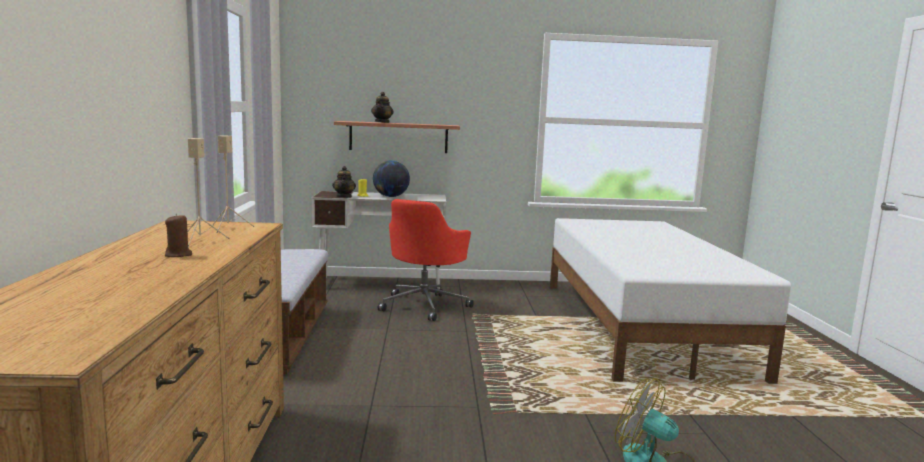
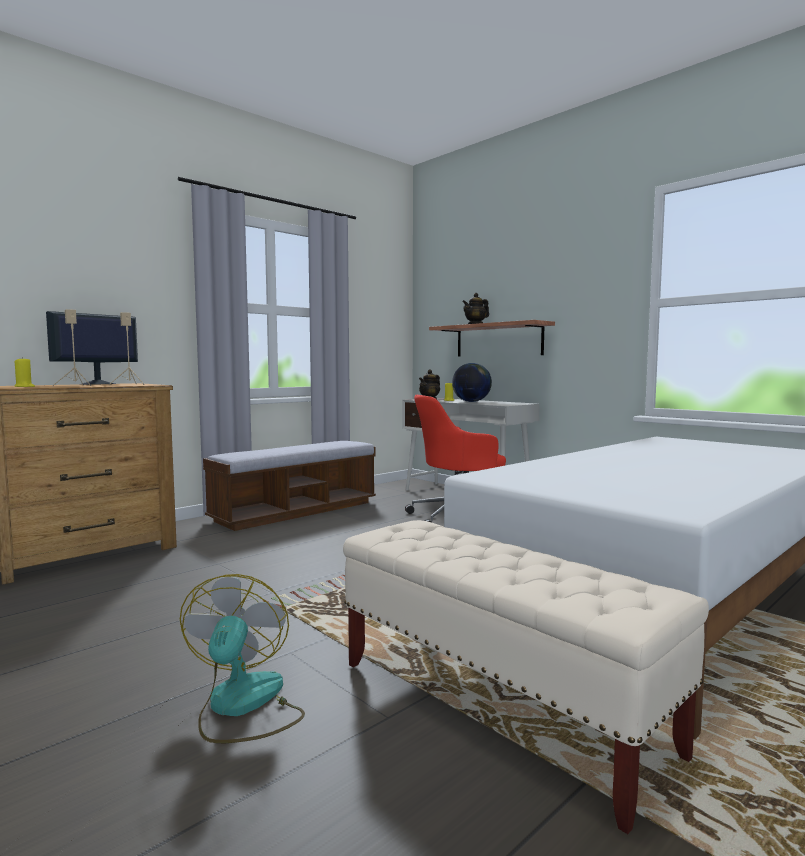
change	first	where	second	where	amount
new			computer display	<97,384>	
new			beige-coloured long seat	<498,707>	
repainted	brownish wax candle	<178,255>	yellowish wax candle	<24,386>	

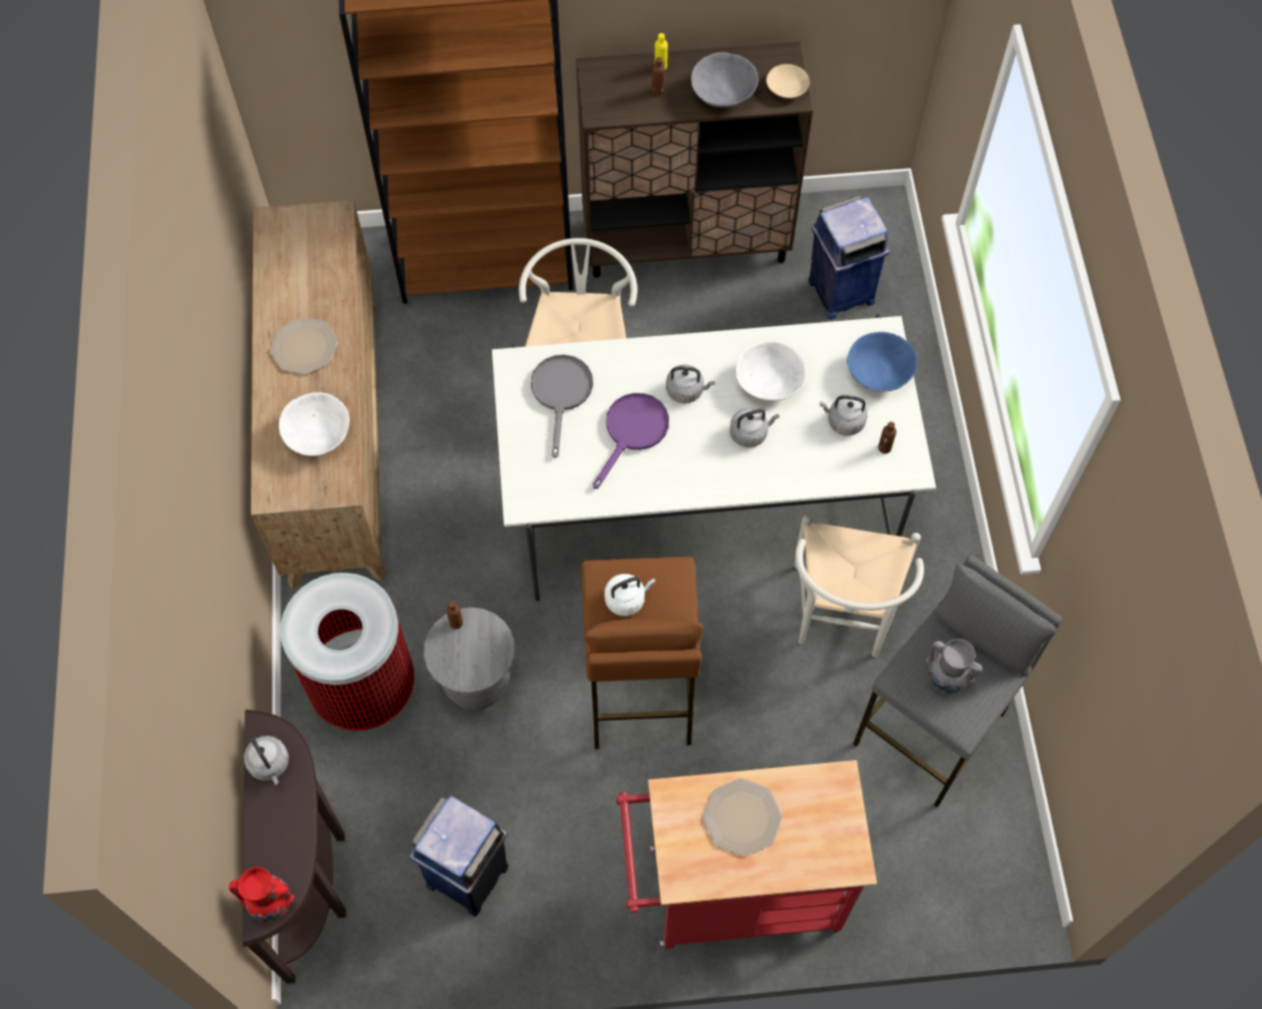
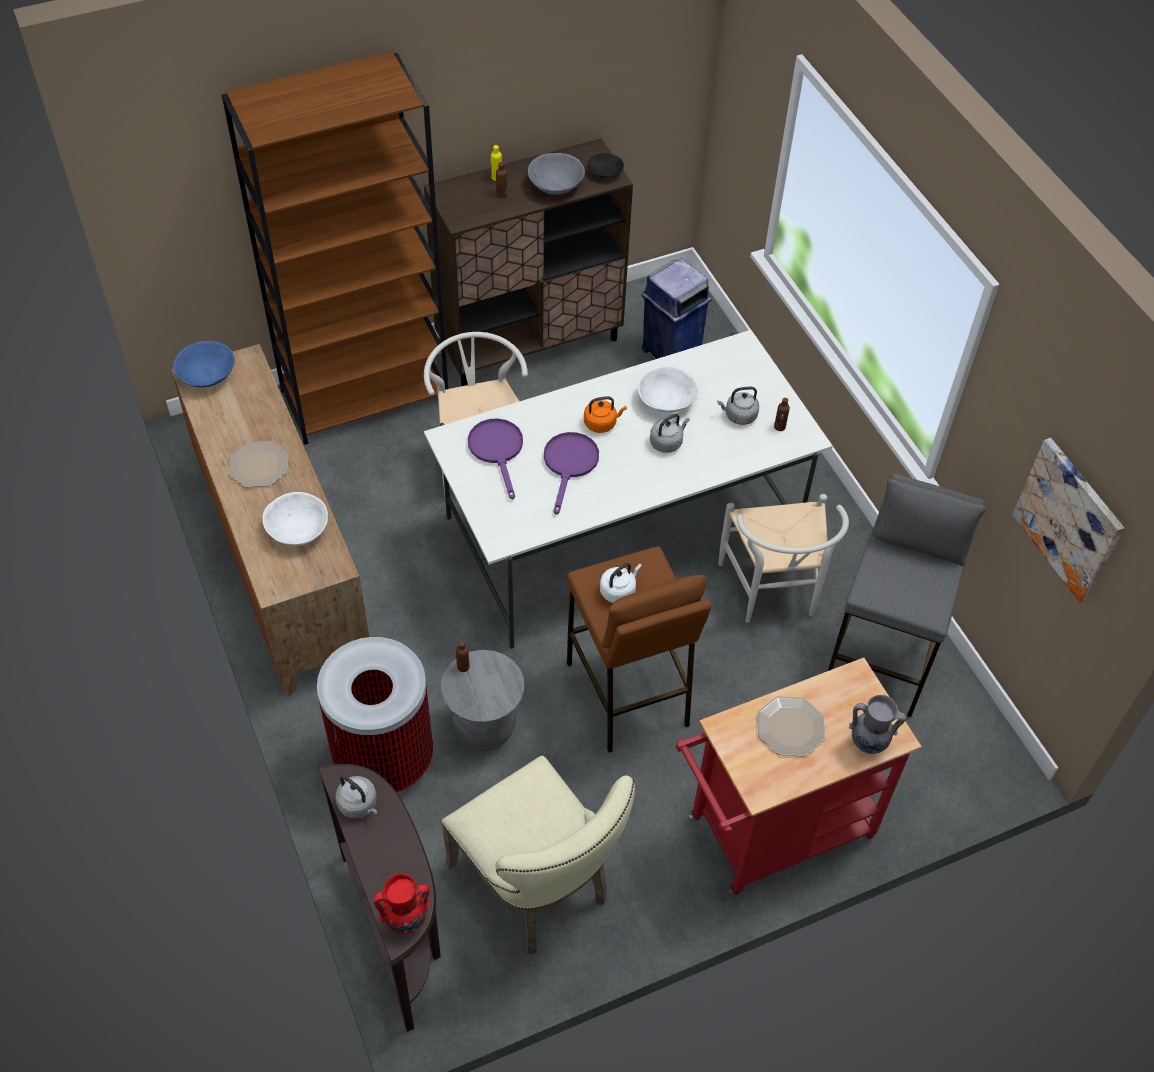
change	first	where	second	where	amount
new			wall picture	<1069,519>	
shifted	blue-coloured deep dish	<879,372>		<207,376>	
shifted	gray decorative vase	<945,681>		<868,744>	
swapped	blue-coloured waste bin	<468,874>	beige-coloured plain chair	<538,887>	
repainted	gray skillet	<561,394>	purple-coloured skillet	<498,450>	
repainted	gray water kettle	<687,391>	orange water kettle	<602,423>	
repainted	beige-coloured deep dish	<787,88>	black deep dish	<605,172>	

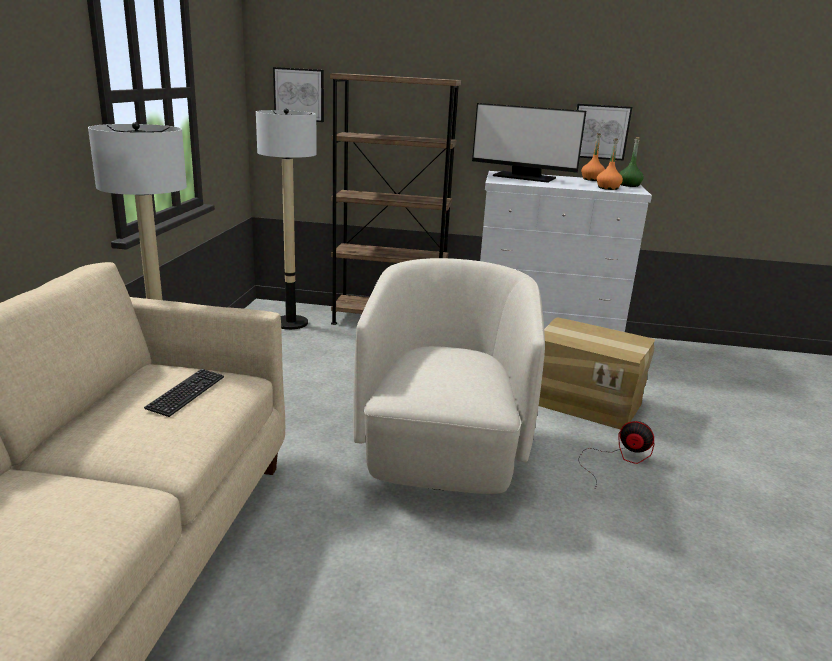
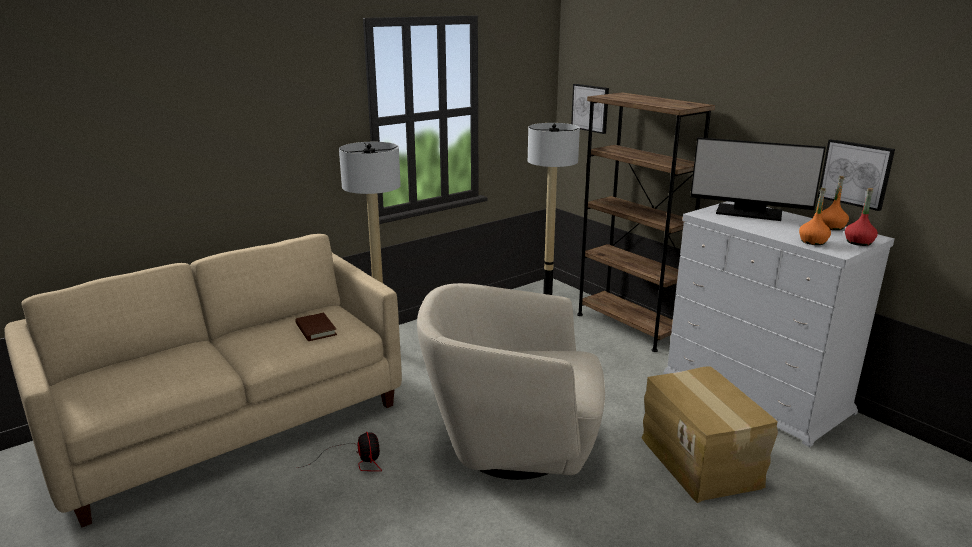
change	first	where	second	where	amount
shifted	electric fan	<618,459>		<356,460>	
swapped	computer keyboard	<186,394>	brownish book	<316,329>	
repainted	greenish beverage bottle	<629,185>	red-coloured beverage bottle	<858,242>	
rotated	beige-coloured lounge chair	<444,451>		<511,443>	135 degrees counterclockwise
rotated	computer display	<524,177>		<749,213>	45 degrees counterclockwise

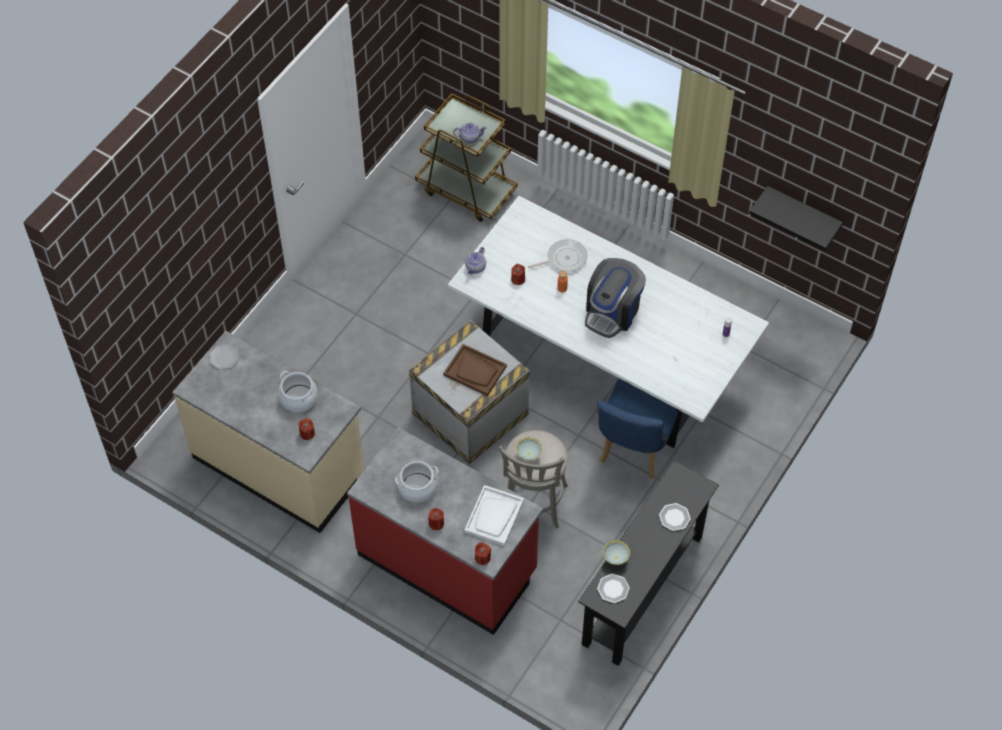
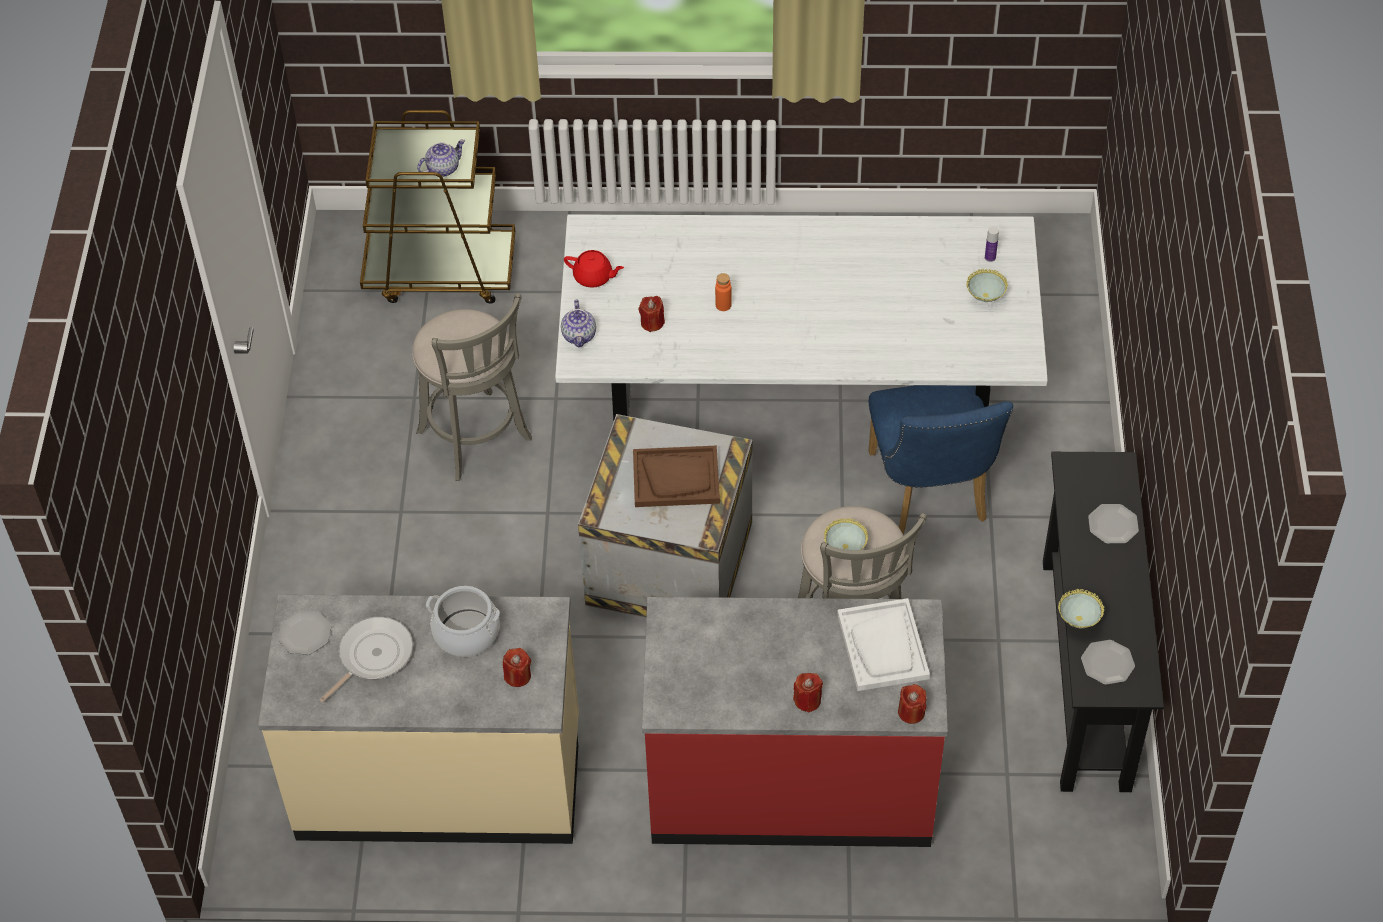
change	first	where	second	where	amount
gone	stockpot	<417,487>			
gone	coffee maker	<612,311>			
gone	black bracket shelf	<802,214>			
new			gray stool seat	<477,439>	
new			red-coloured pot for tea	<593,277>	
new			deep dish	<985,298>	
shifted	skillet	<564,258>		<372,656>	

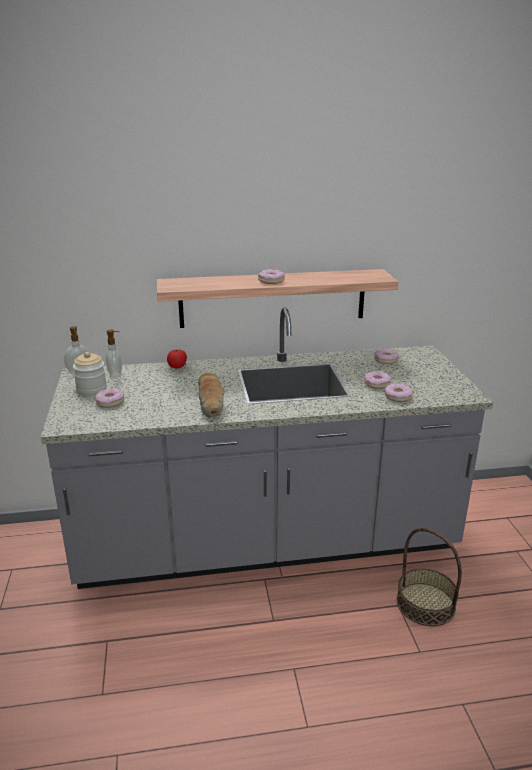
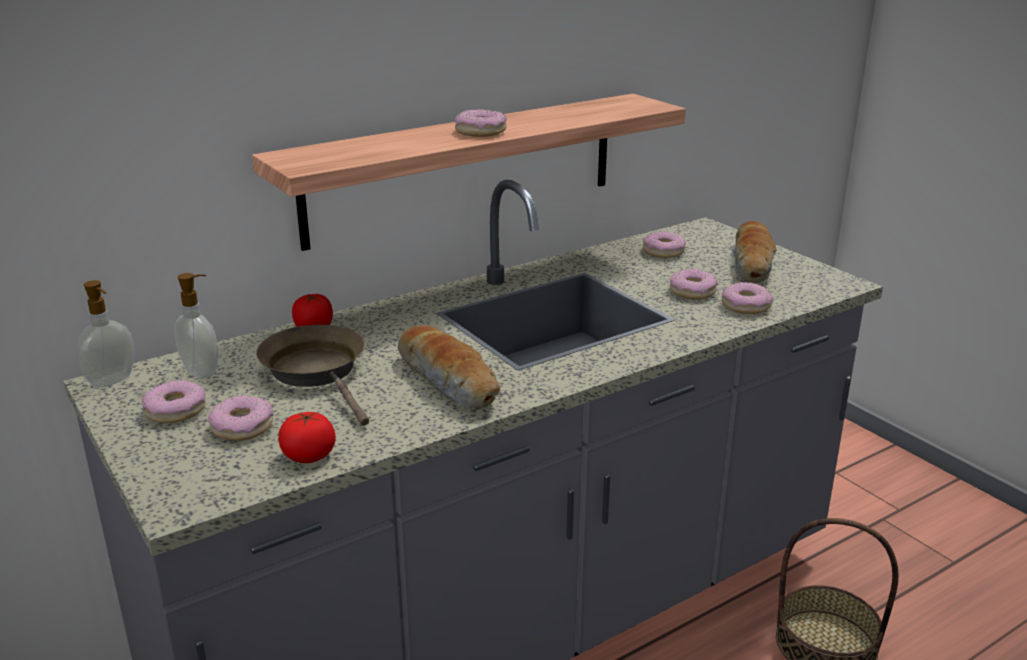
change	first	where	second	where	amount
new			brownish skillet	<318,372>	
new			fresh tomato	<309,456>	
new			baked bread	<753,265>	
swapped	storage jar	<91,389>	donut	<175,410>	

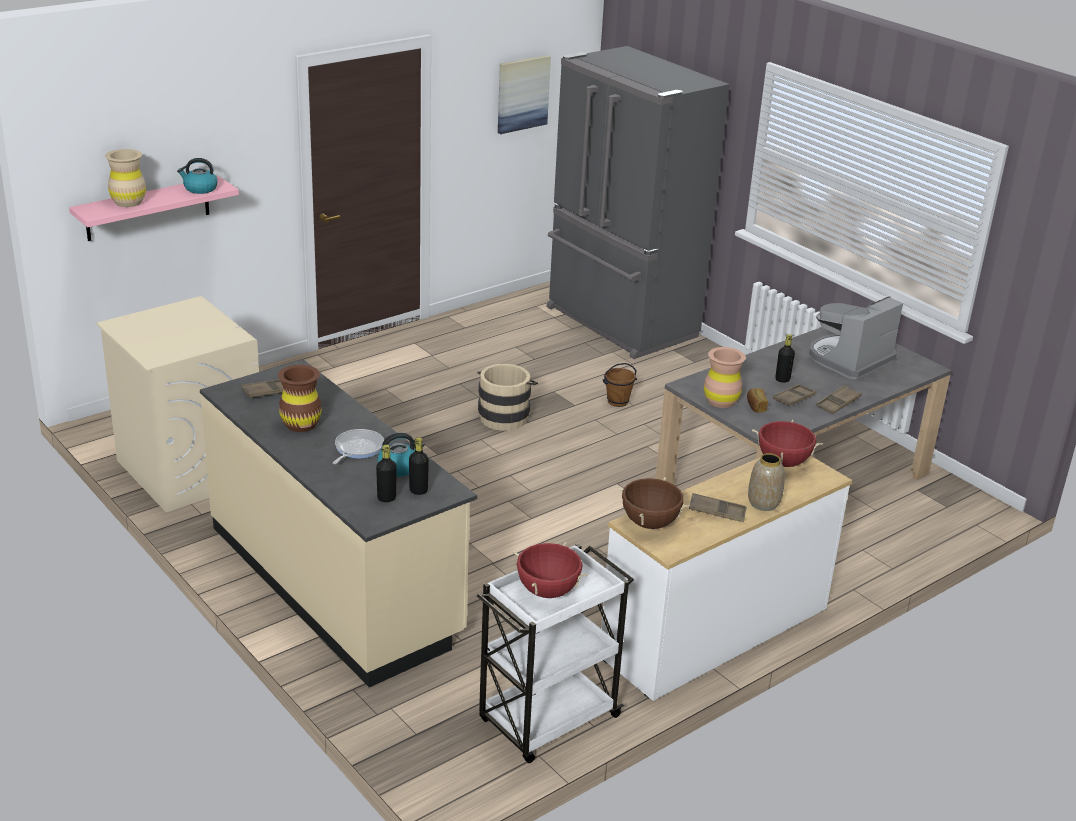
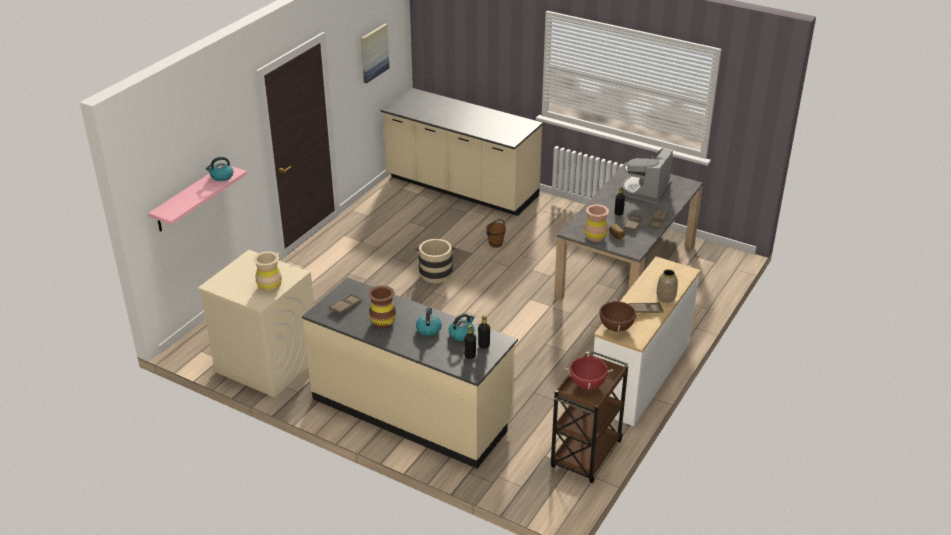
change	first	where	second	where	amount
gone	red-coloured stockpot	<783,462>			
shifted	beige-coloured decorative vase	<128,202>		<269,287>	
swapped	skillet	<357,449>	water kettle	<428,329>	
swapped	gray fridge	<619,323>	beige-coloured kitchen counter	<461,188>	
repainted	white-coloured cart	<547,720>	brownish cart	<585,455>	

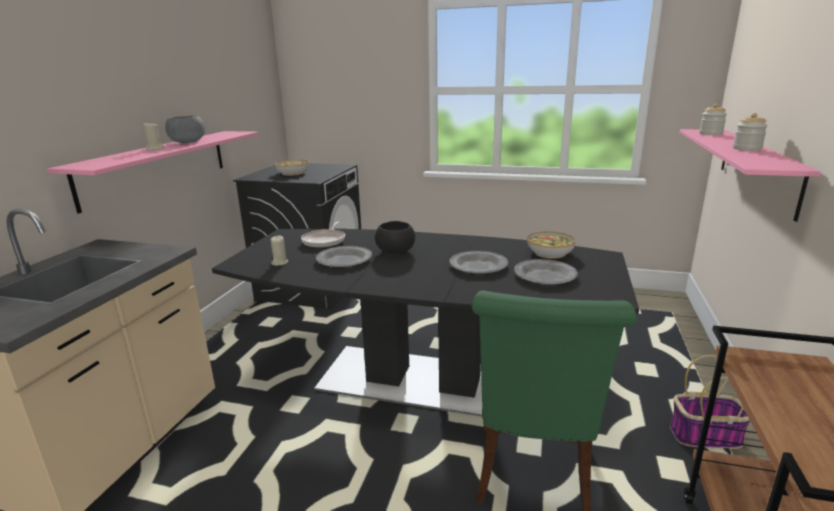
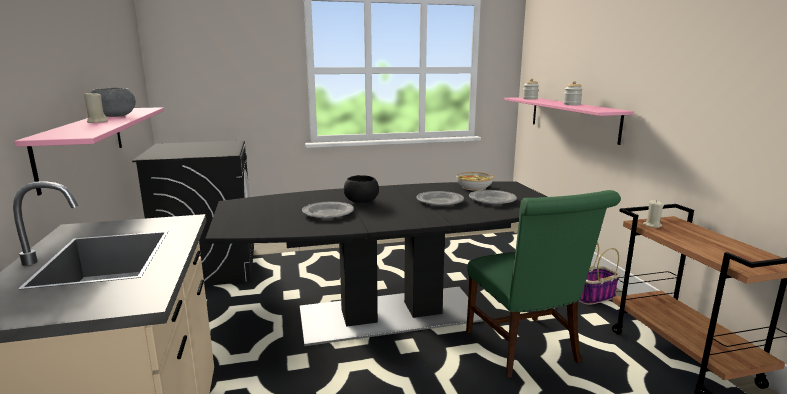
change	first	where	second	where	amount
gone	deep dish	<293,173>			
gone	skillet	<325,241>			
shifted	beige-coloured wax candle	<279,262>		<652,225>	

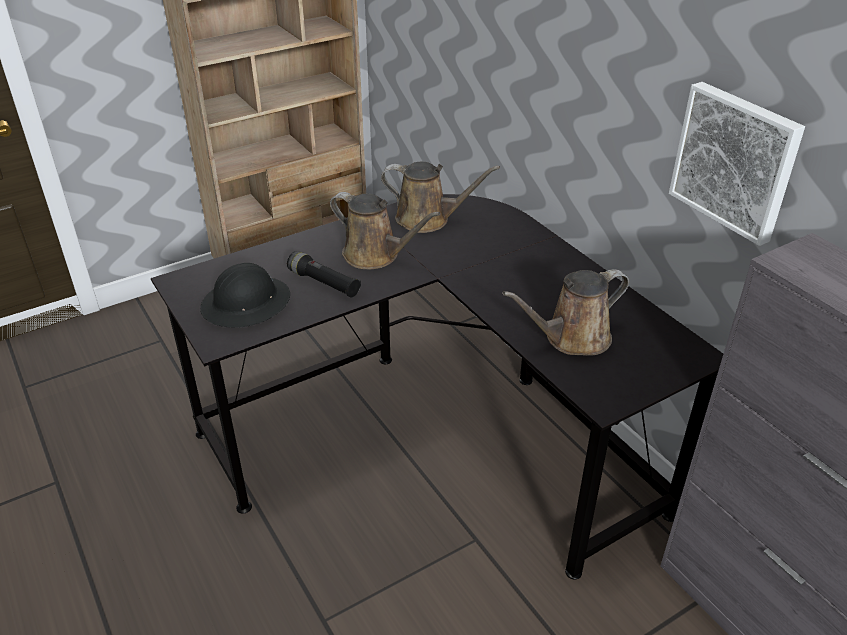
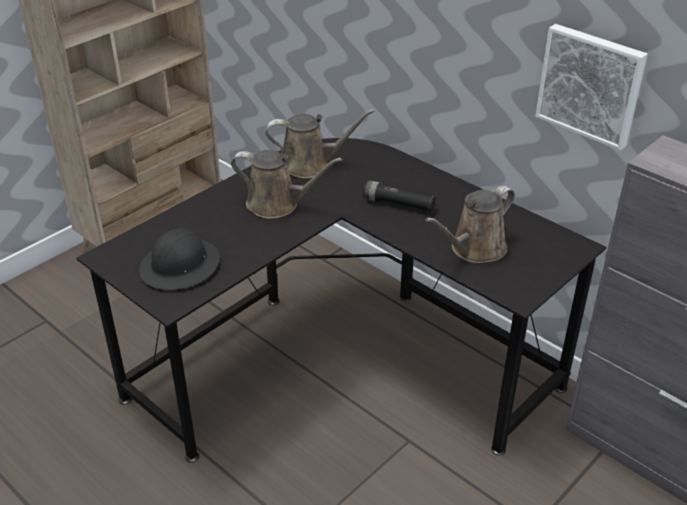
change	first	where	second	where	amount
shifted	black hand torch	<324,283>		<398,205>	

